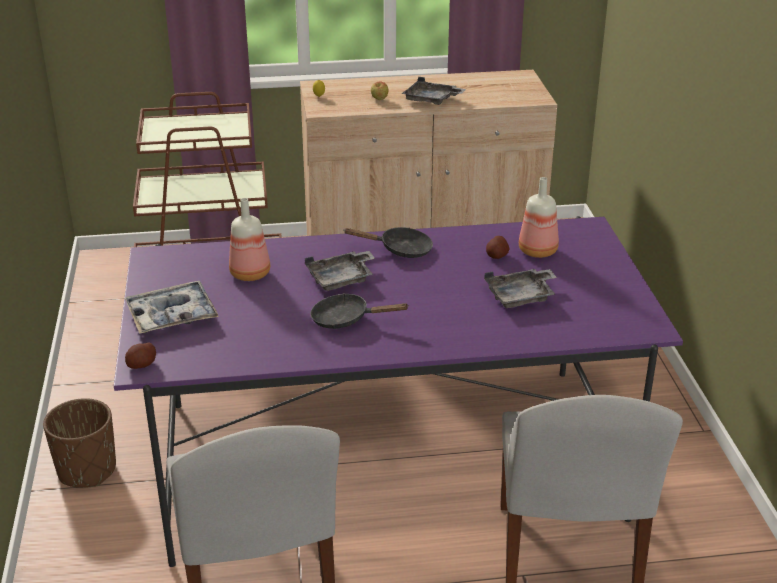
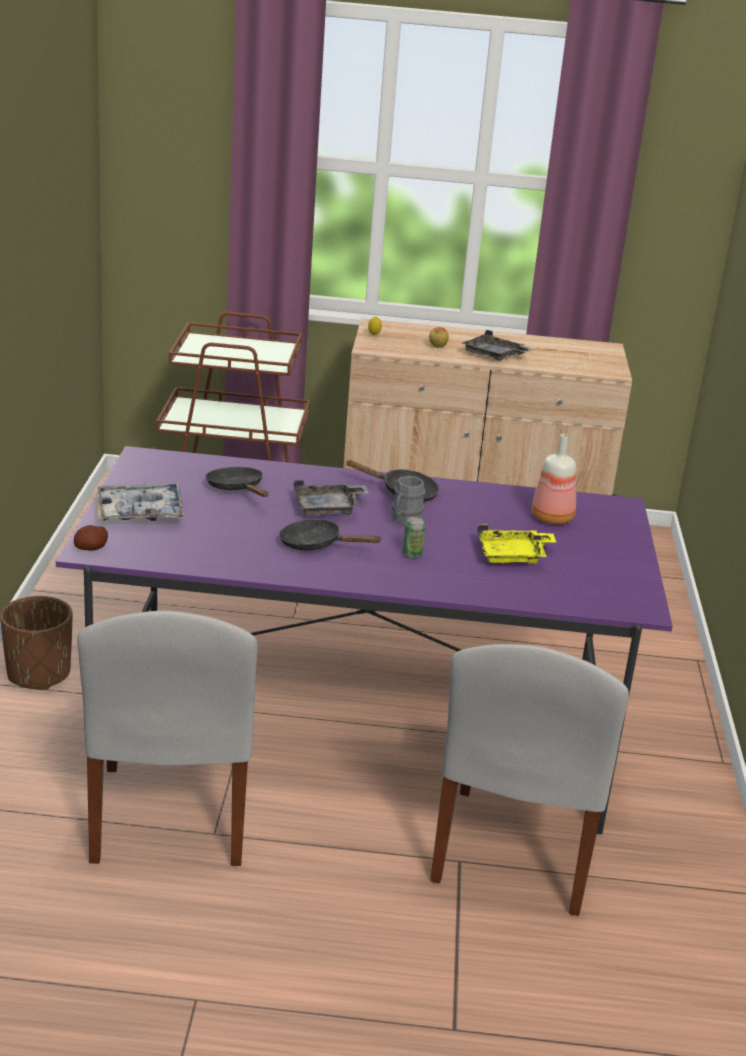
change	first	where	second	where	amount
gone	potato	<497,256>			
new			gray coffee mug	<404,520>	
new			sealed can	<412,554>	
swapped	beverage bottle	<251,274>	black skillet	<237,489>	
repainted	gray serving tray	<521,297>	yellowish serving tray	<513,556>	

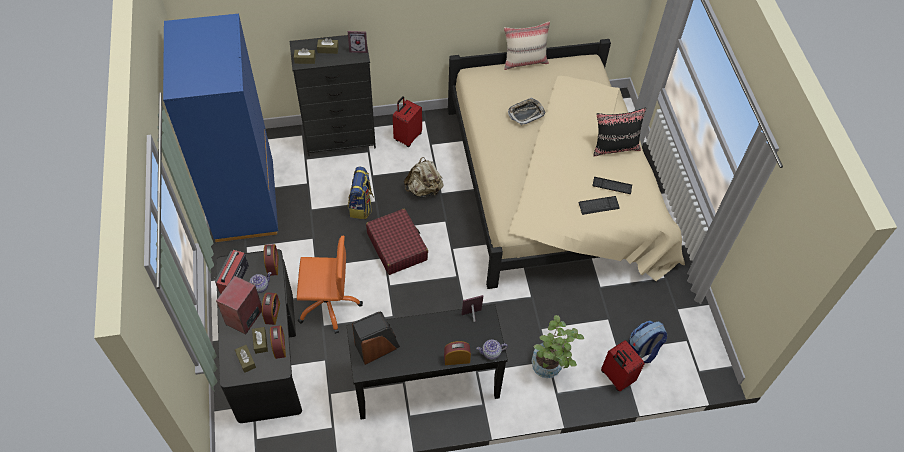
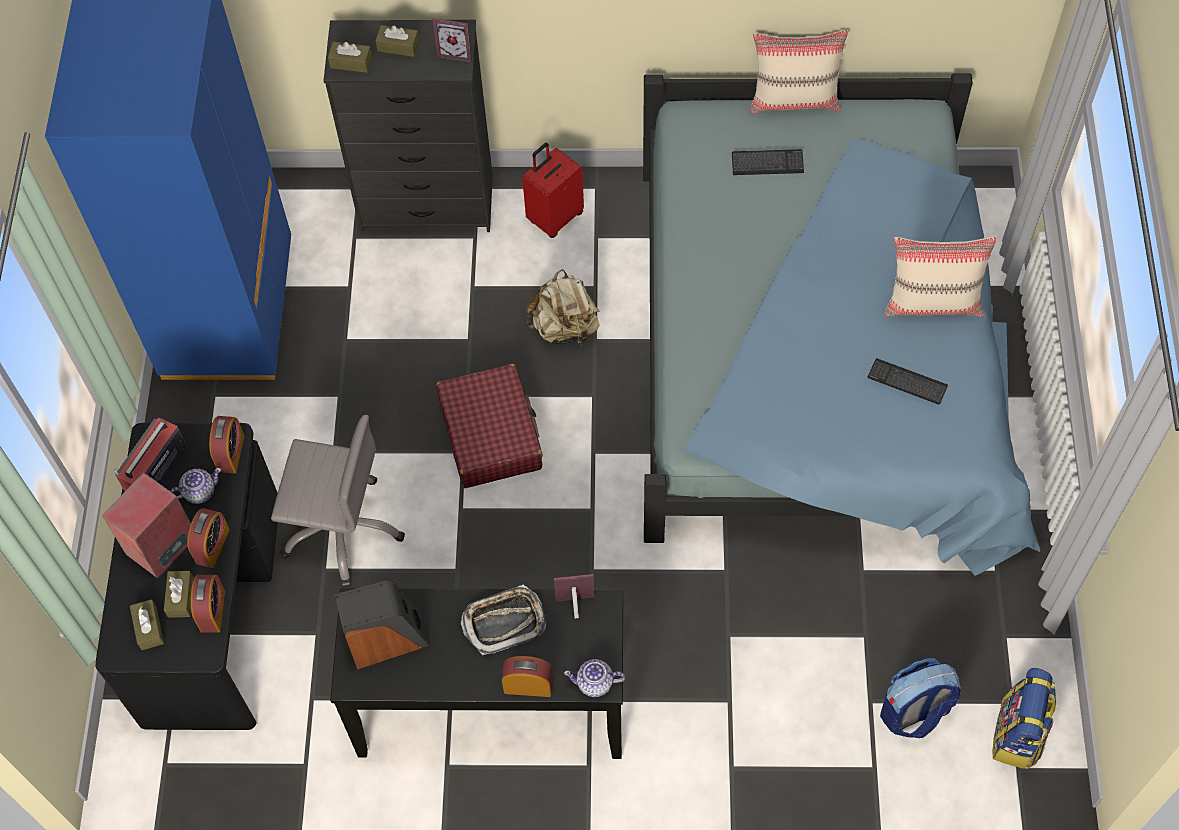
change	first	where	second	where	amount
gone	houseplant	<550,367>			
gone	red-coloured travel case	<616,377>			
shifted	rucksack	<361,206>		<1018,735>	
shifted	serving tray	<526,113>		<504,622>	
shifted	computer keyboard	<598,206>		<767,163>	
repainted	orange desk chair	<328,304>	gray desk chair	<342,529>	
repainted	beige-coloured bedroom bed	<555,188>	blue-coloured bedroom bed	<820,358>	
repainted	black cushion	<615,147>	beige-coloured cushion	<933,302>	

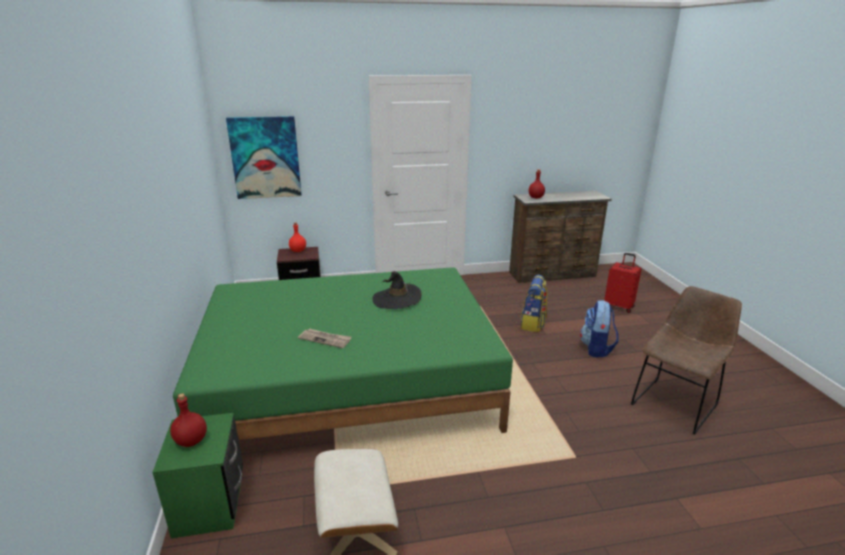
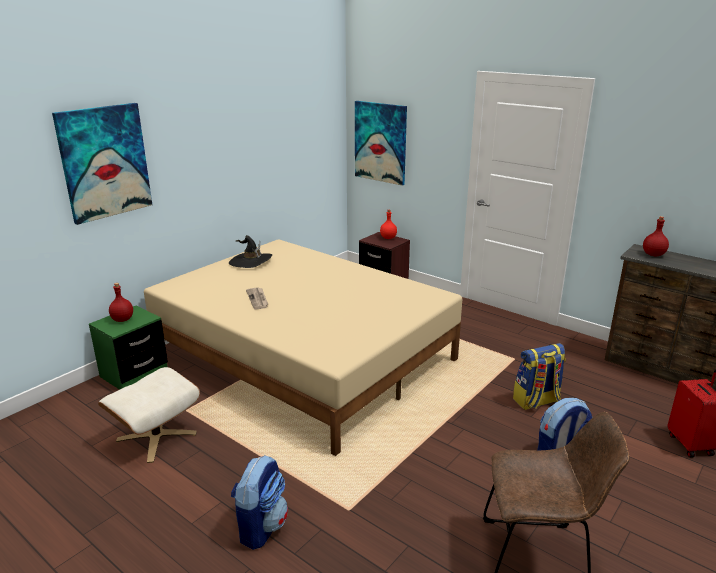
change	first	where	second	where	amount
new			wall picture	<105,162>	
new			rucksack	<261,526>	
shifted	black hat	<396,299>		<250,262>	
repainted	greenish bedroom bed	<349,382>	beige-coloured bedroom bed	<303,356>	

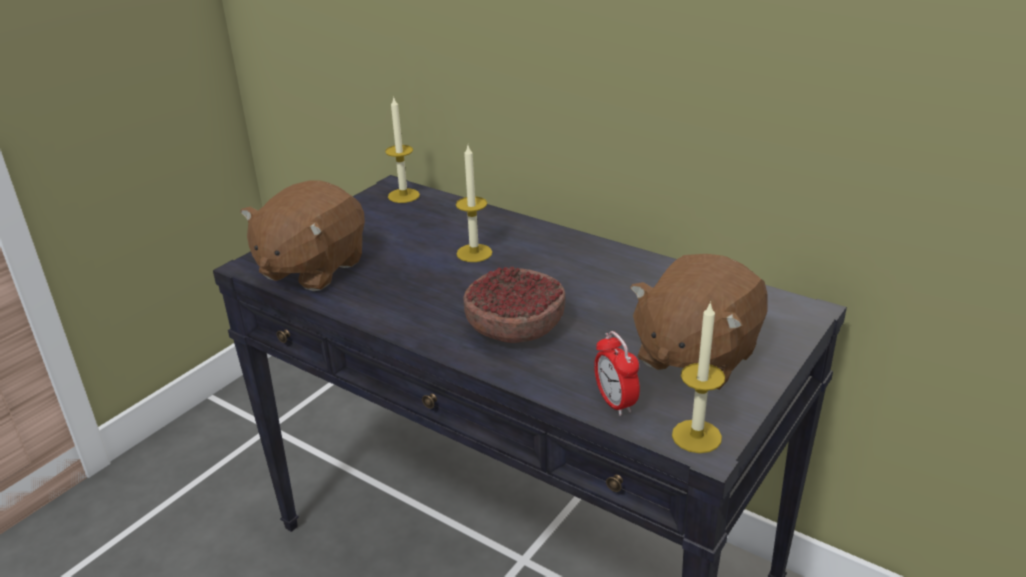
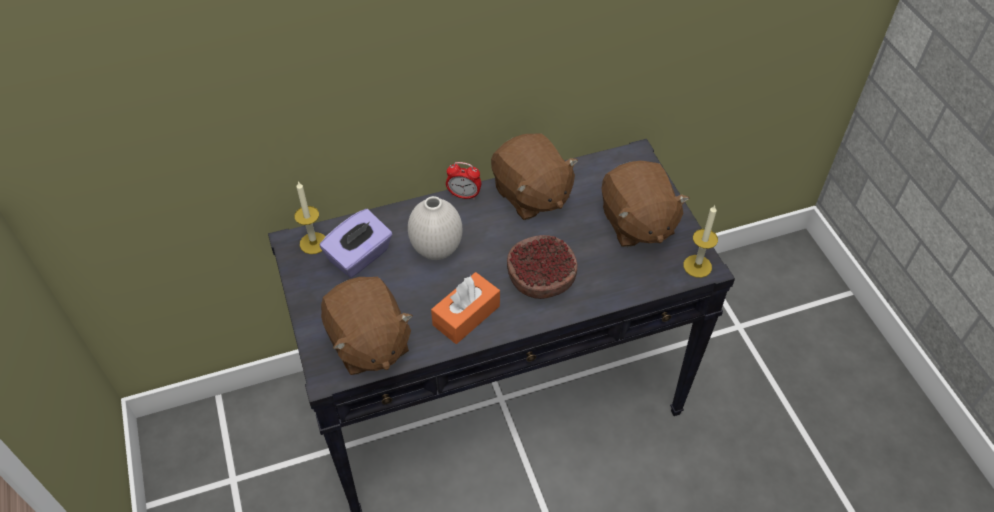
change	first	where	second	where	amount
new			purple-coloured tissue box	<360,257>	
new			orange tissue box	<466,315>	
new			brownish plush toy	<531,195>	
shifted	table clock	<615,402>		<464,195>	
swapped	wax candle	<474,253>	white-coloured decorative vase	<437,250>	

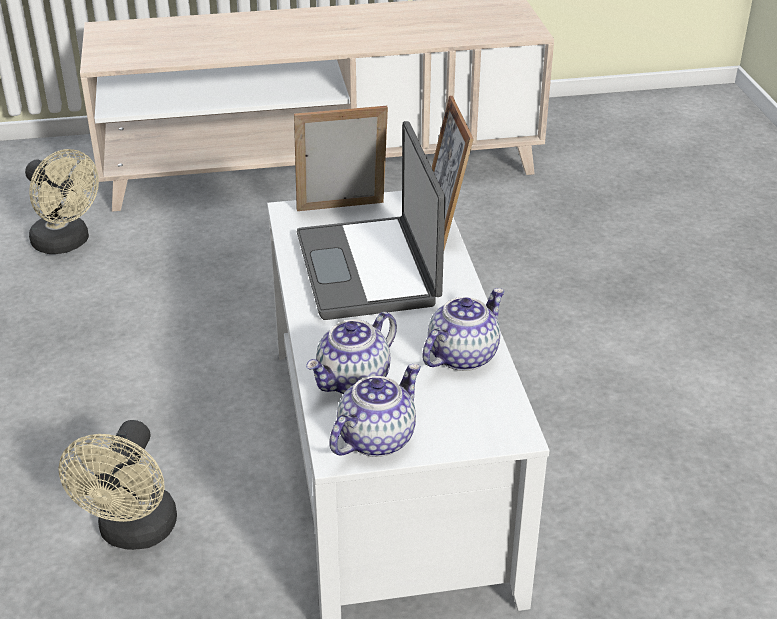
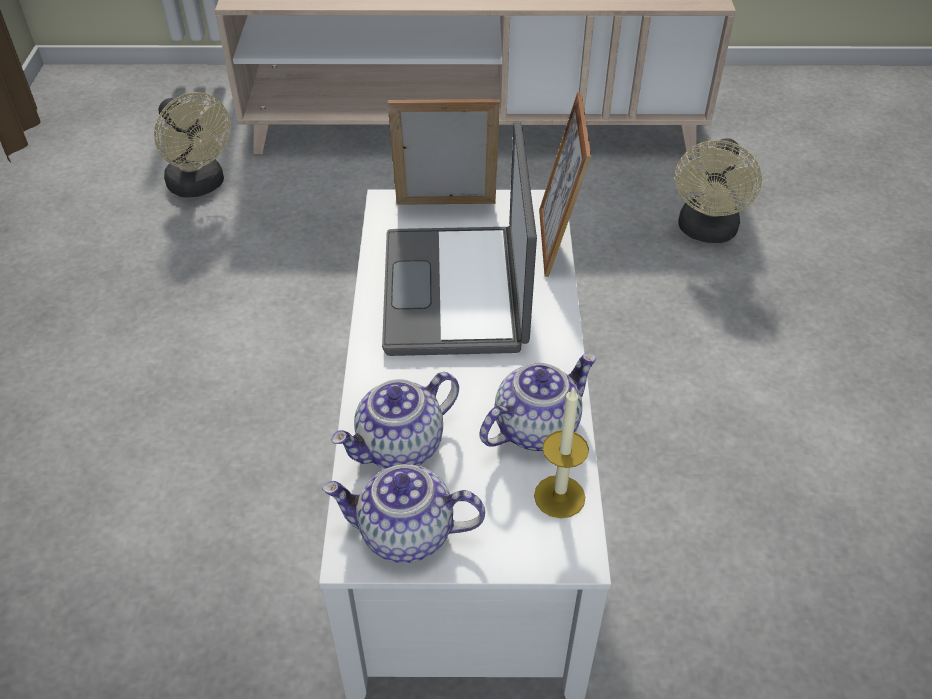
change	first	where	second	where	amount
new			wax candle	<559,496>	
shifted	beige-coloured electric fan	<134,533>		<706,232>	
rotated	pot for tea	<376,438>		<405,534>	135 degrees counterclockwise

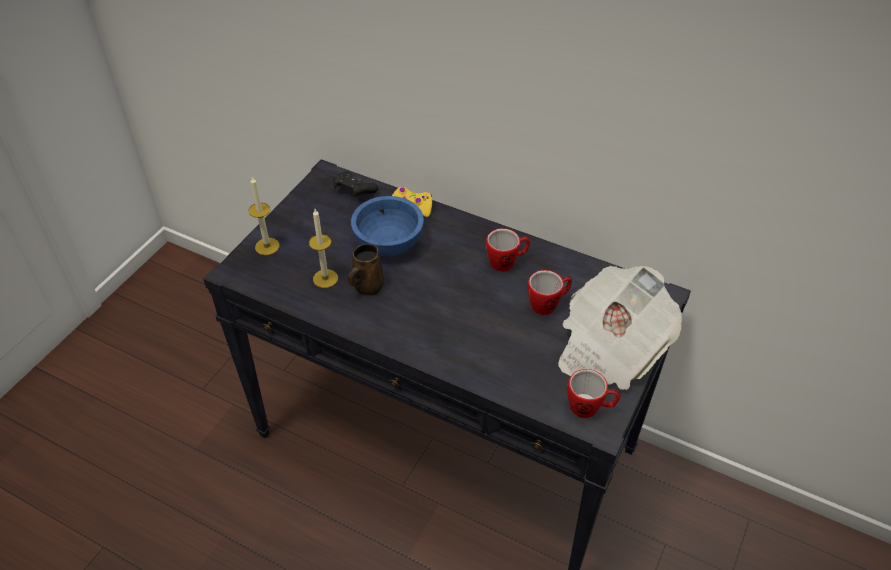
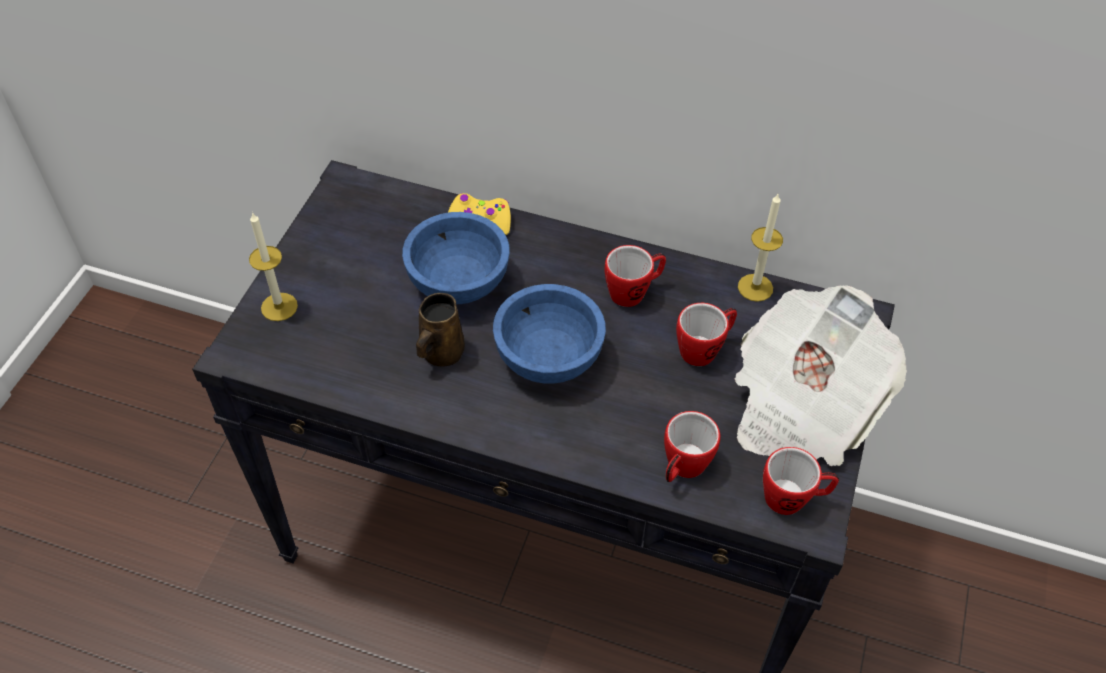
change	first	where	second	where	amount
gone	black game controller	<354,191>			
new			blue-coloured deep dish	<549,356>	
new			coffee mug	<682,468>	
shifted	wax candle	<325,278>		<755,287>	

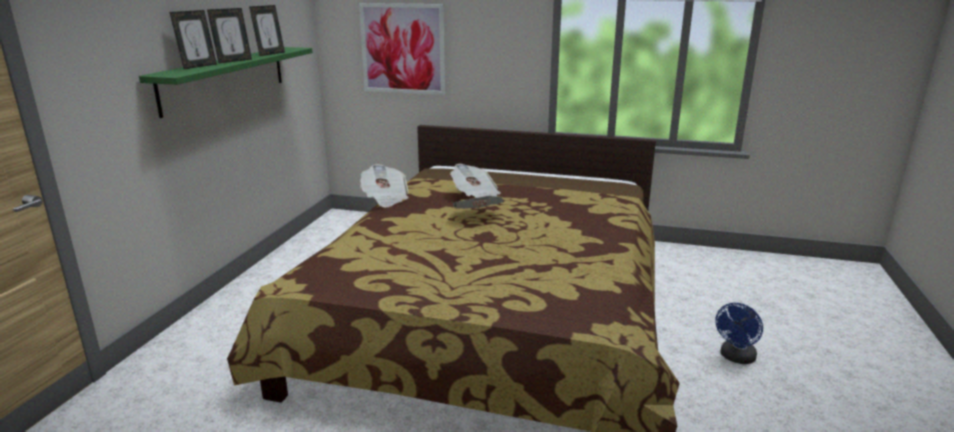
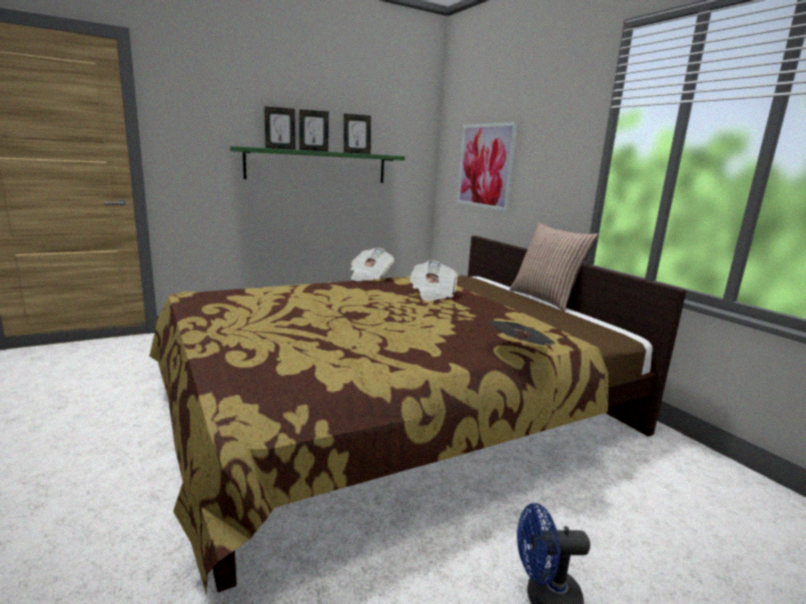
change	first	where	second	where	amount
new			cushion	<545,299>	
shifted	newspaper	<478,216>		<520,351>	

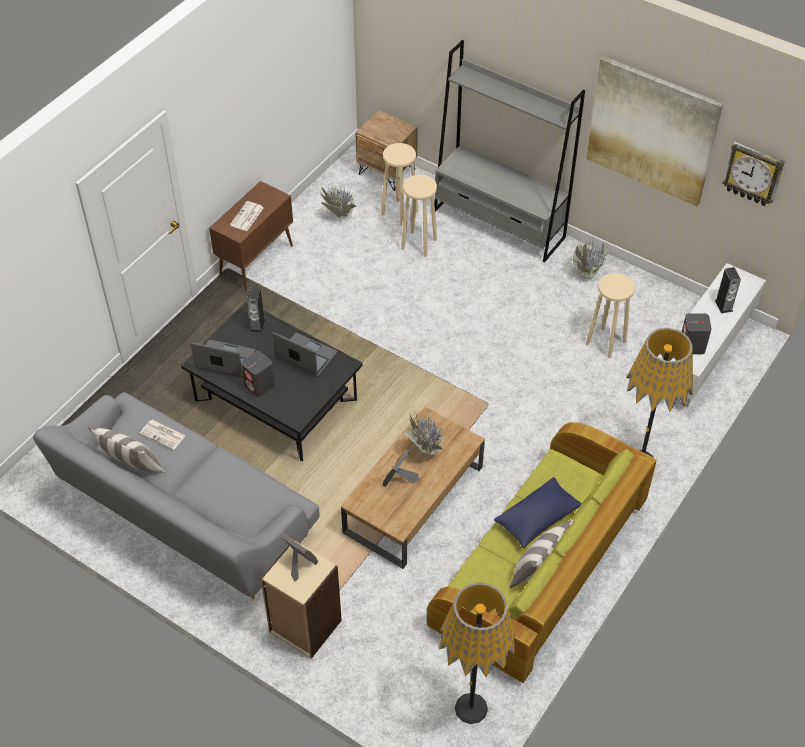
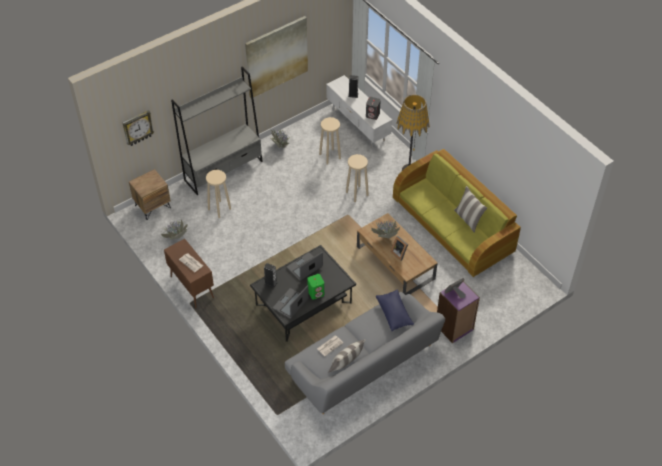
change	first	where	second	where	amount
gone	standard lamp	<471,708>			
shifted	beige-coloured stool seat	<399,212>		<356,194>	
shifted	blue-coloured cushion	<537,518>		<394,314>	
shifted	wall clock	<753,174>		<137,128>	
repainted	gray loudspeaker	<260,385>	greenish loudspeaker	<316,293>	
repainted	beige-coloured shelving unit	<304,626>	purple-coloured shelving unit	<454,327>	

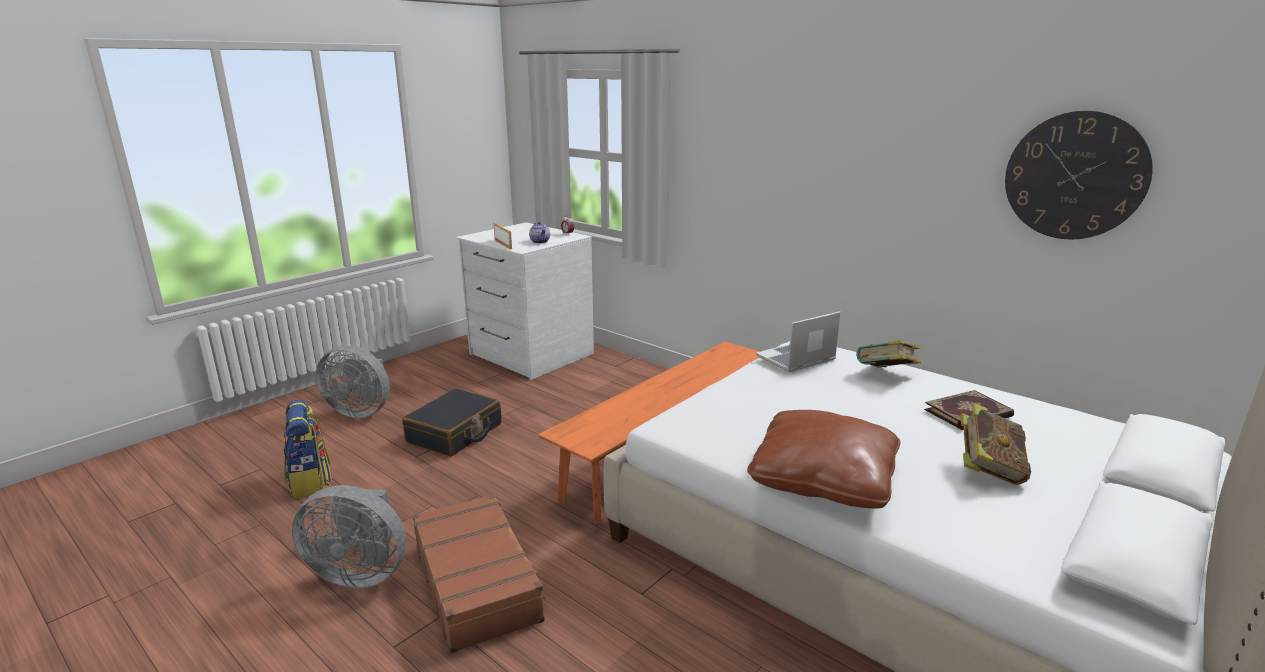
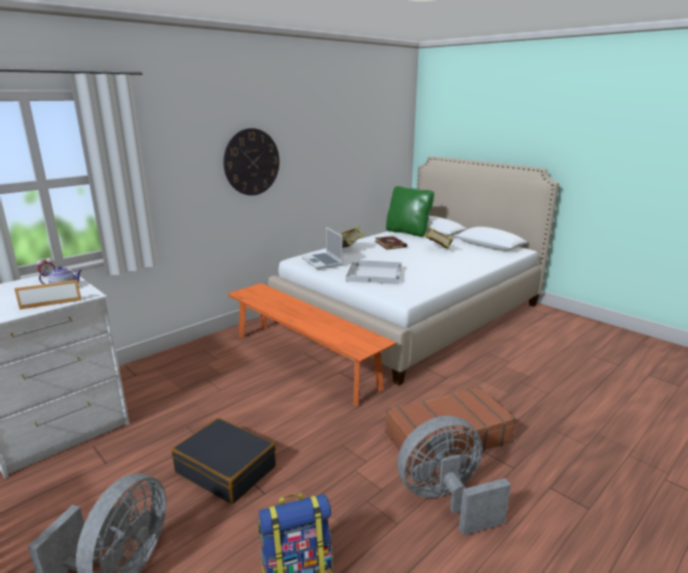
change	first	where	second	where	amount
gone	brownish cushion	<822,479>			
new			white-coloured serving tray	<375,273>	
new			greenish cushion	<408,232>	
shifted	wall clock	<1075,176>		<252,162>	
rotated	gray electric fan	<360,572>		<445,500>	120 degrees counterclockwise

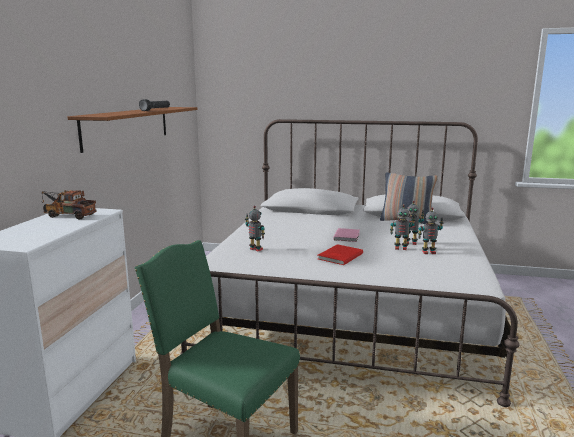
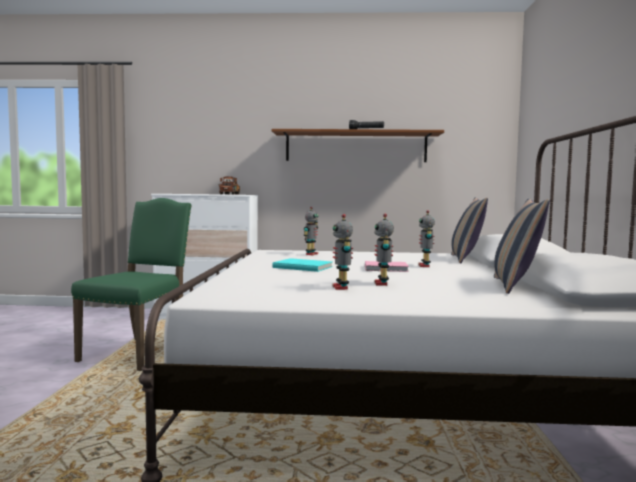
change	first	where	second	where	amount
new			cushion	<466,259>	
shifted	robot figure	<400,248>		<425,266>	
repainted	red-coloured book	<339,256>	blue-green book	<303,267>	

